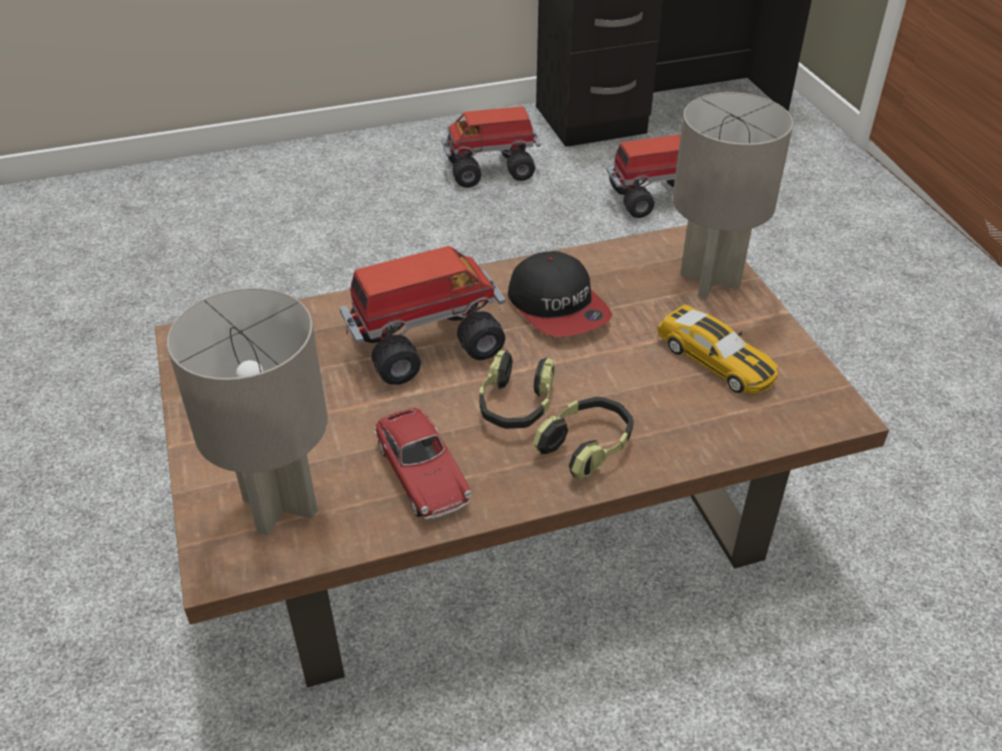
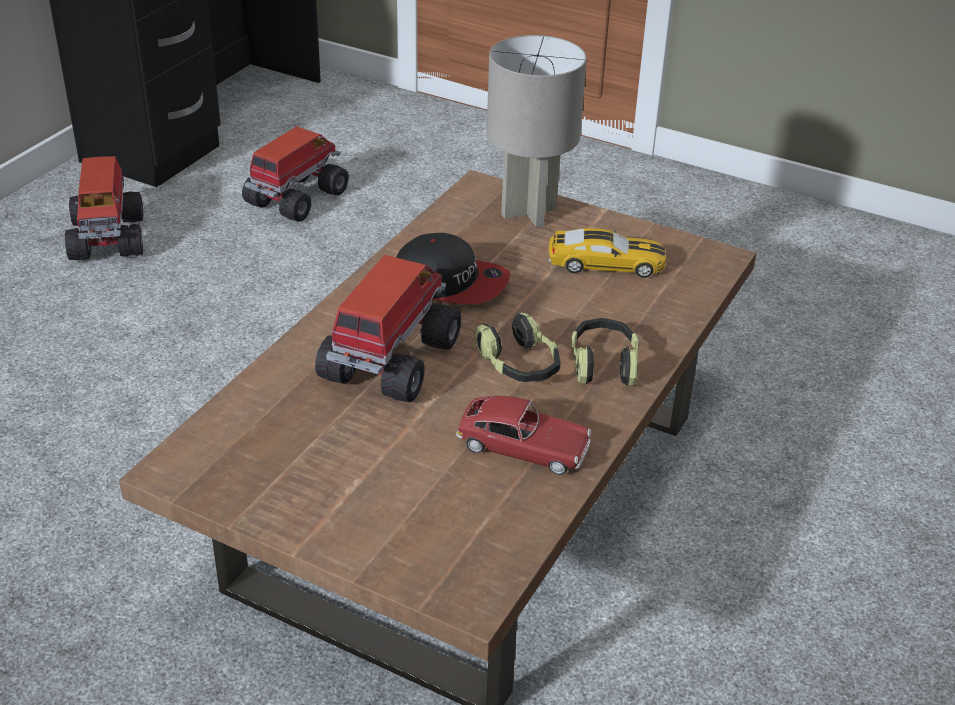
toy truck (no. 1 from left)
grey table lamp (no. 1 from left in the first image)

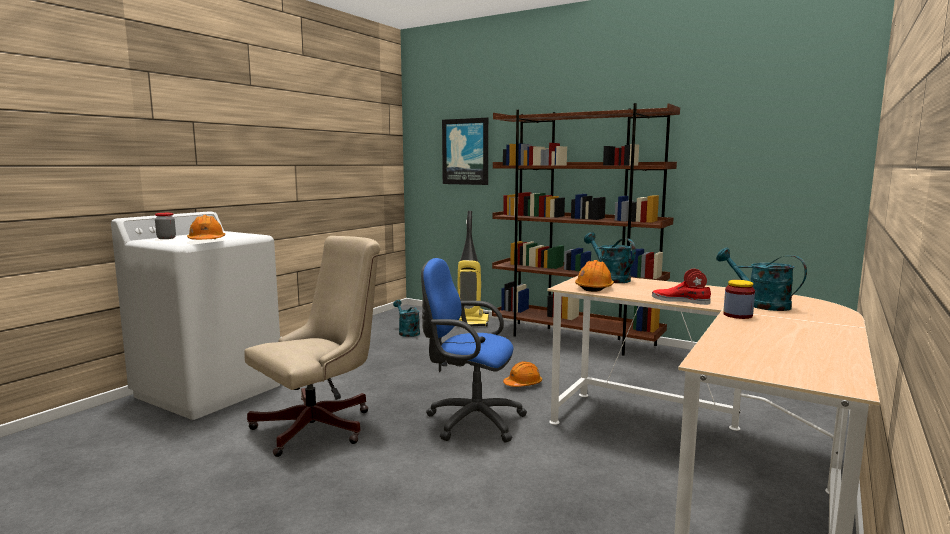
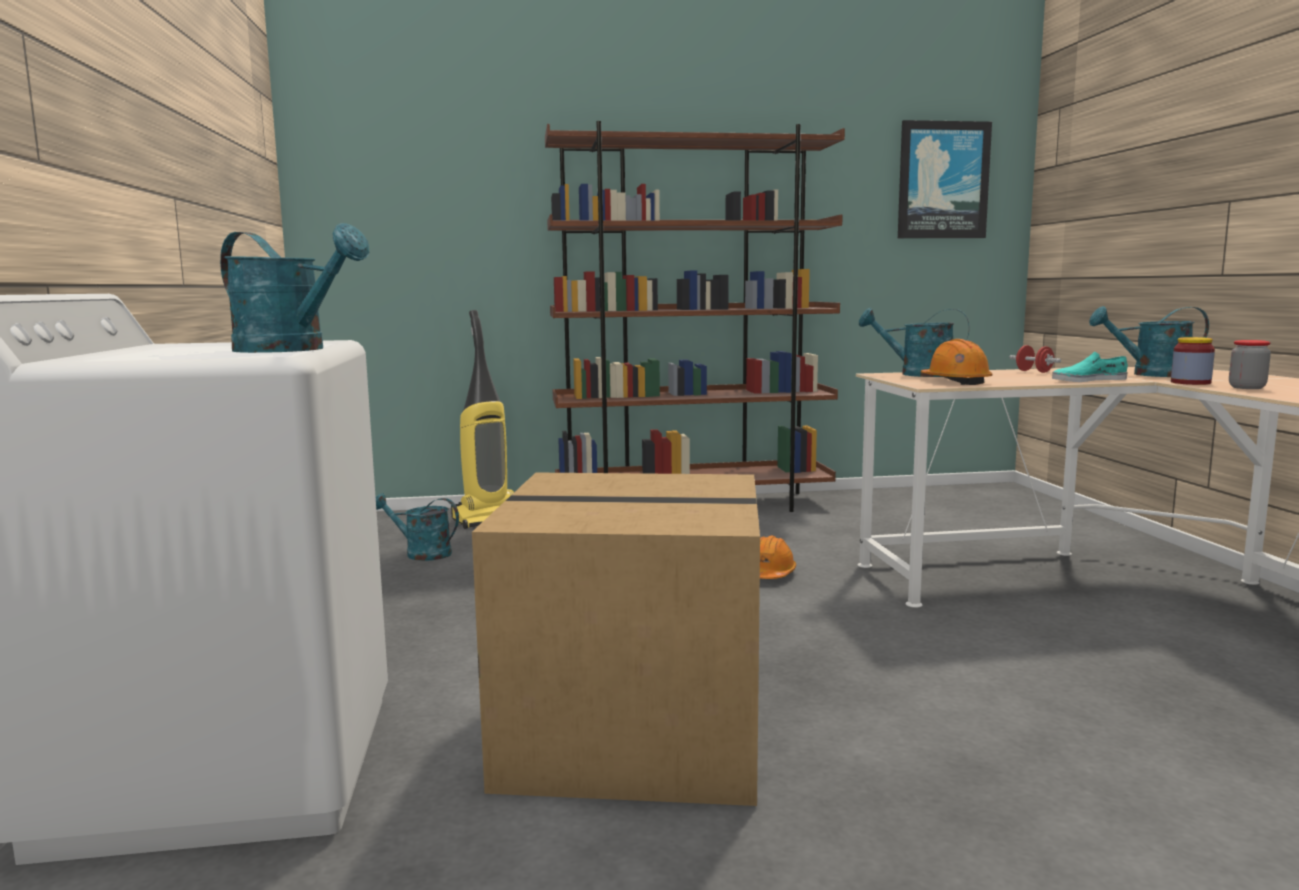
turquoise watering can (no. 1 from left)
cardboard box
picture
turquoise shoe
jar (no. 2 from left)
blue office chair

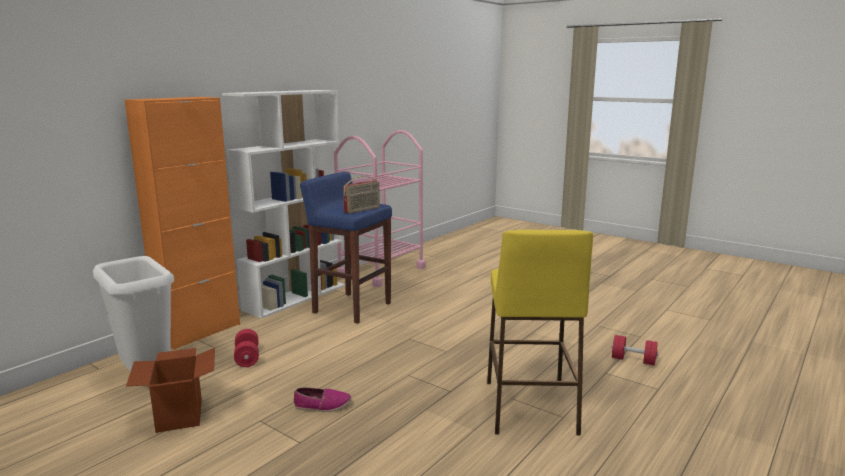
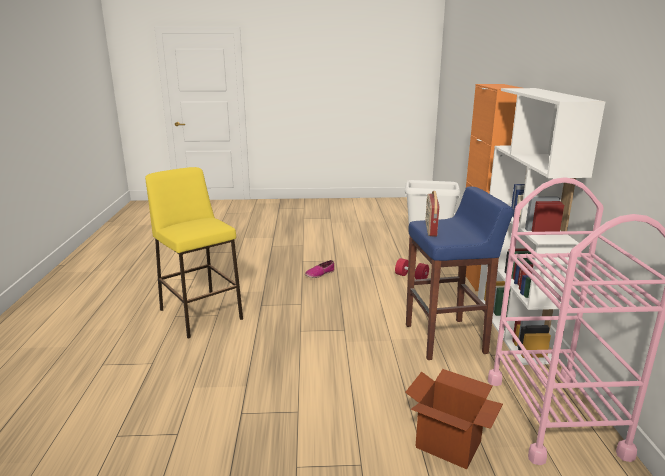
cardboard box
red dumbbell (no. 2 from left in the first image)

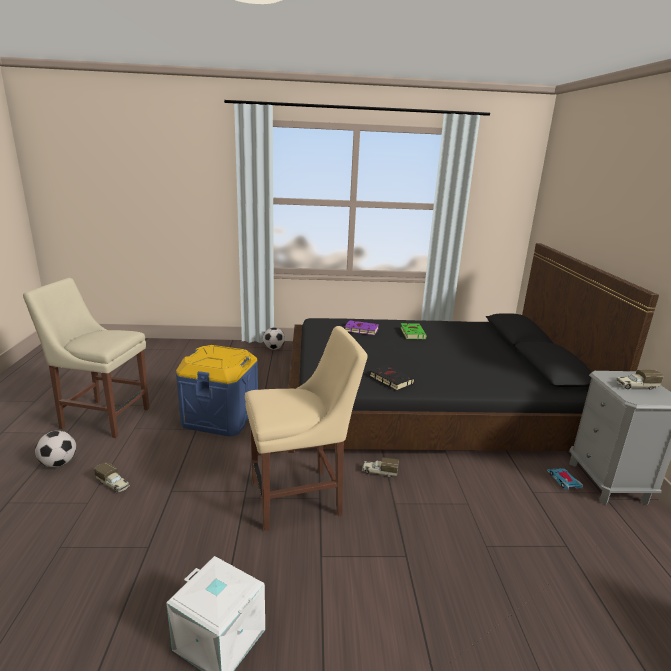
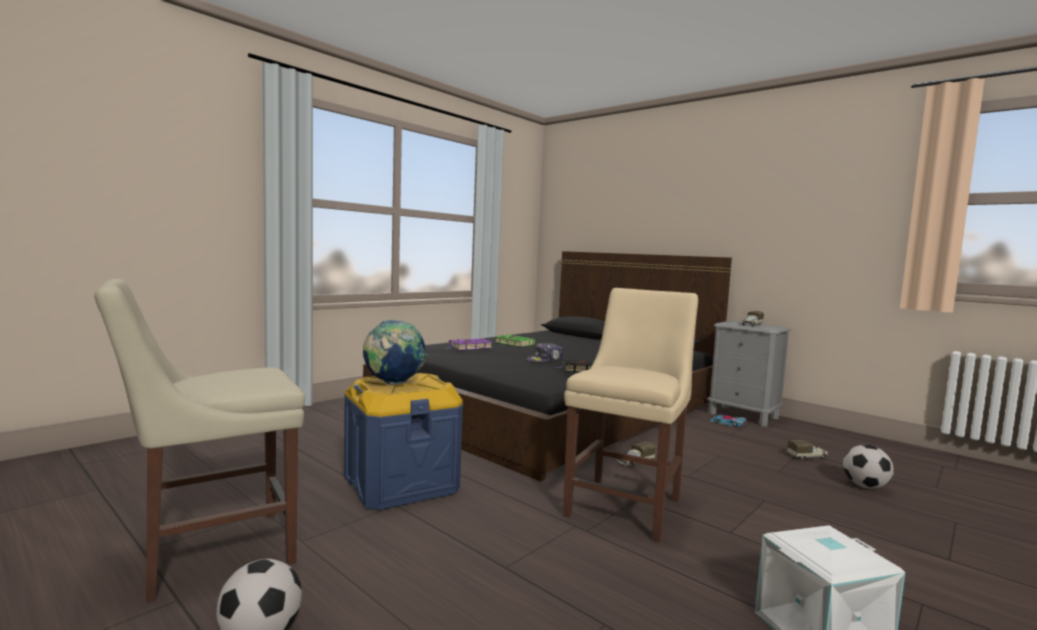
globe
cap
toy truck (no. 3 from left)
football (no. 2 from left)

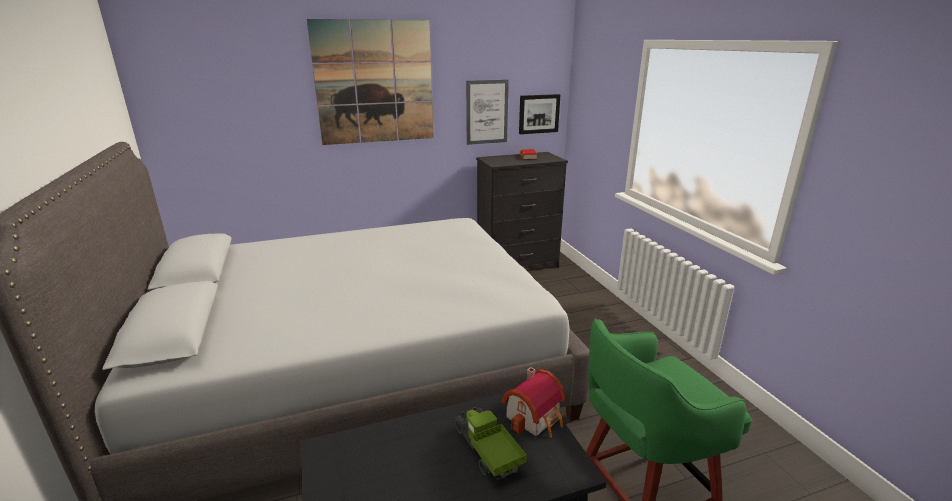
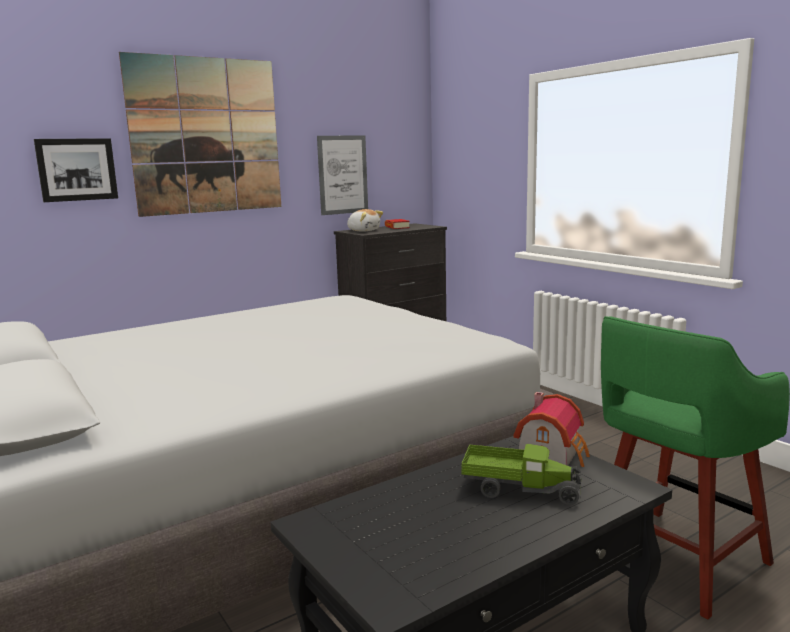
picture (no. 1 from left)
plush toy
toy truck

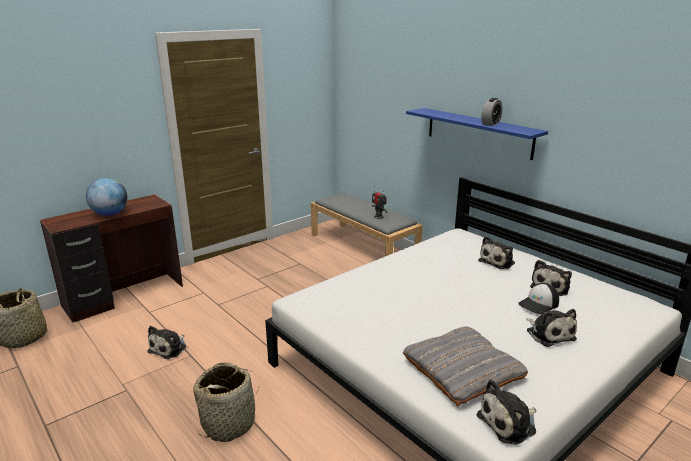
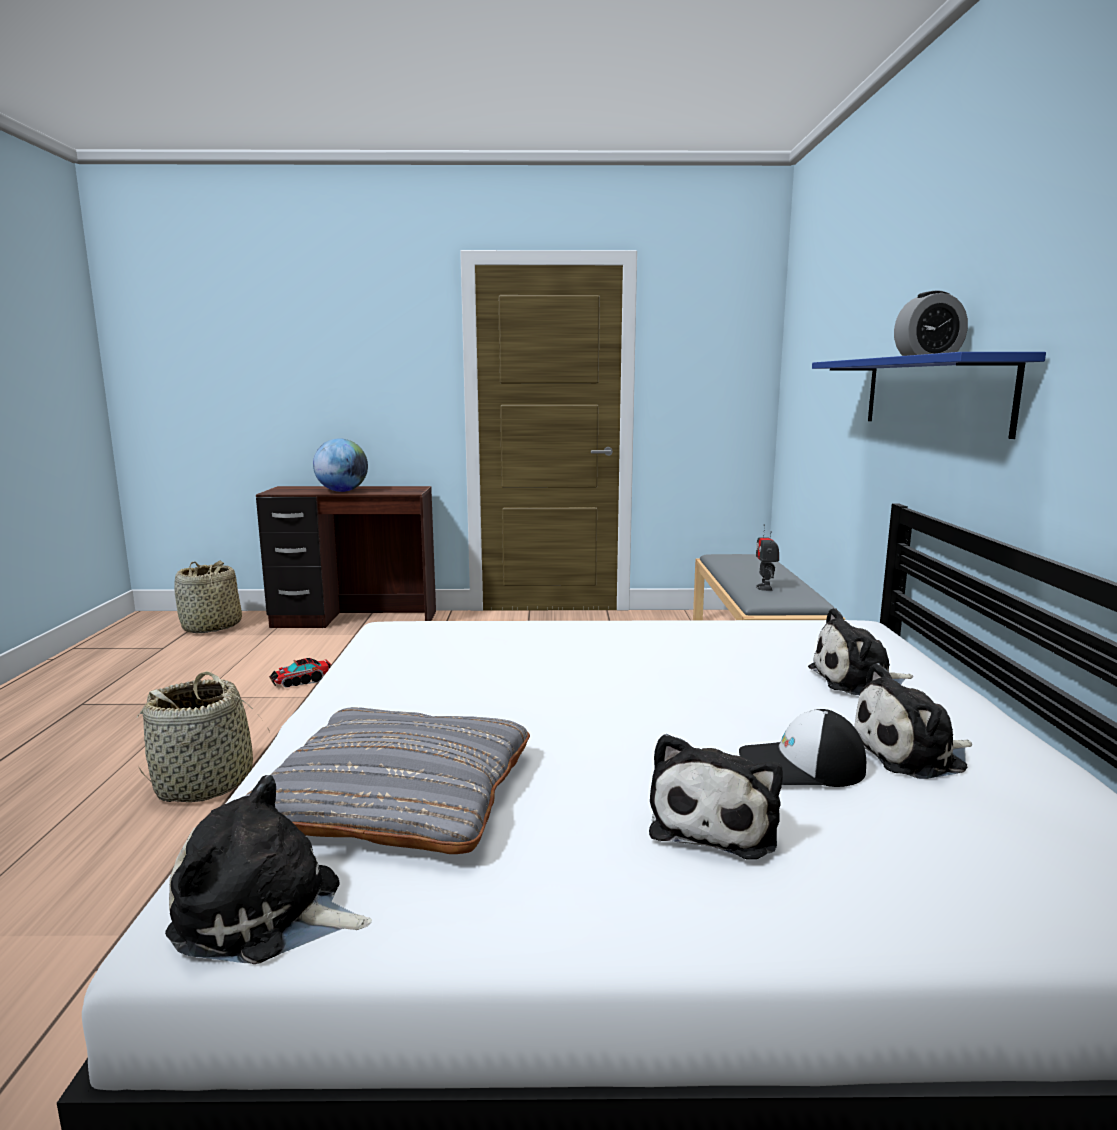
toy truck

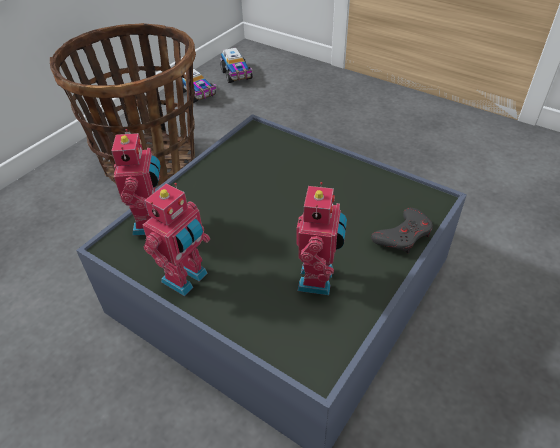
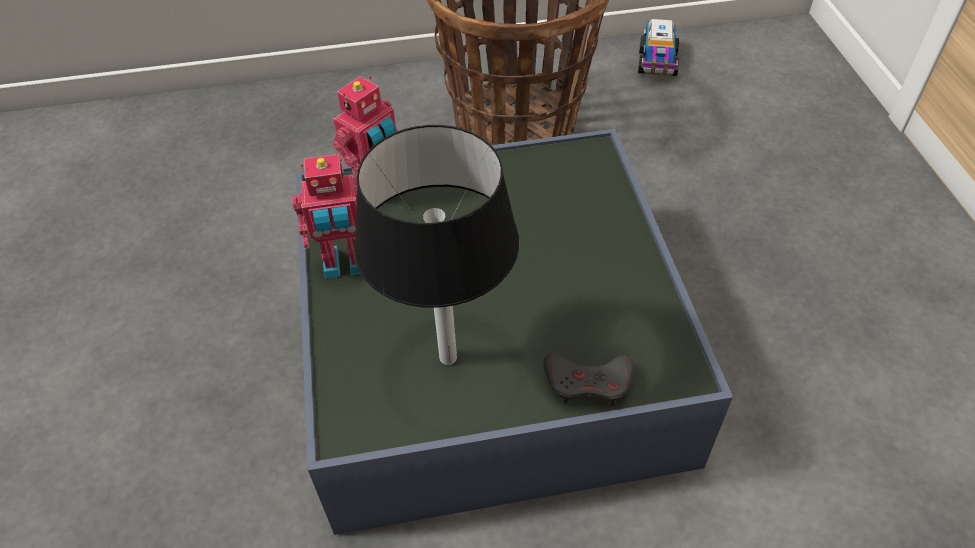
black table lamp
toy truck (no. 2 from left in the first image)

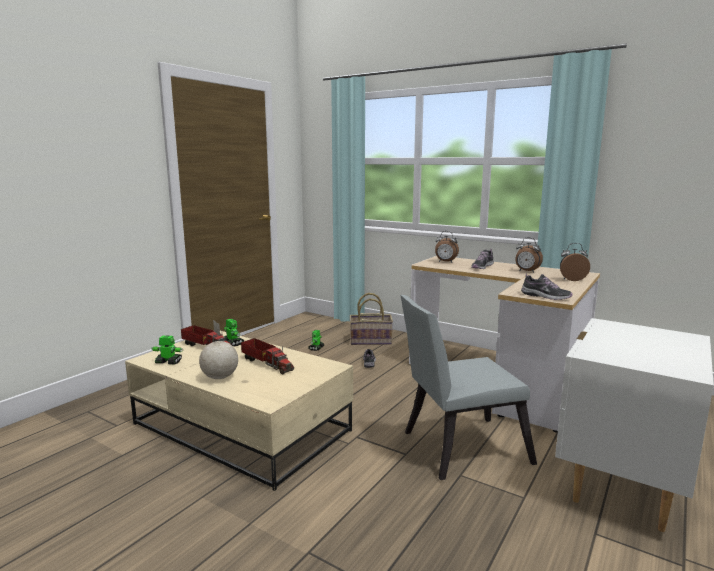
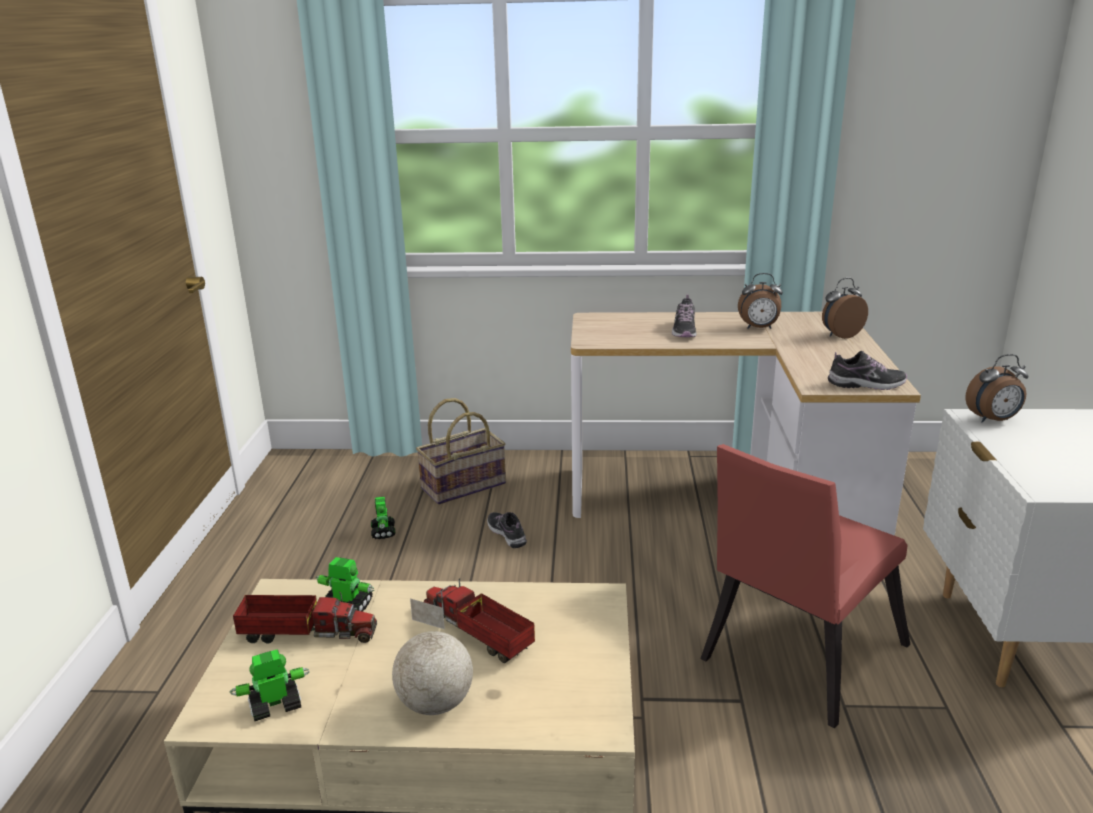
toy truck (no. 2 from left)
red chair
alarm clock (no. 3 from left)

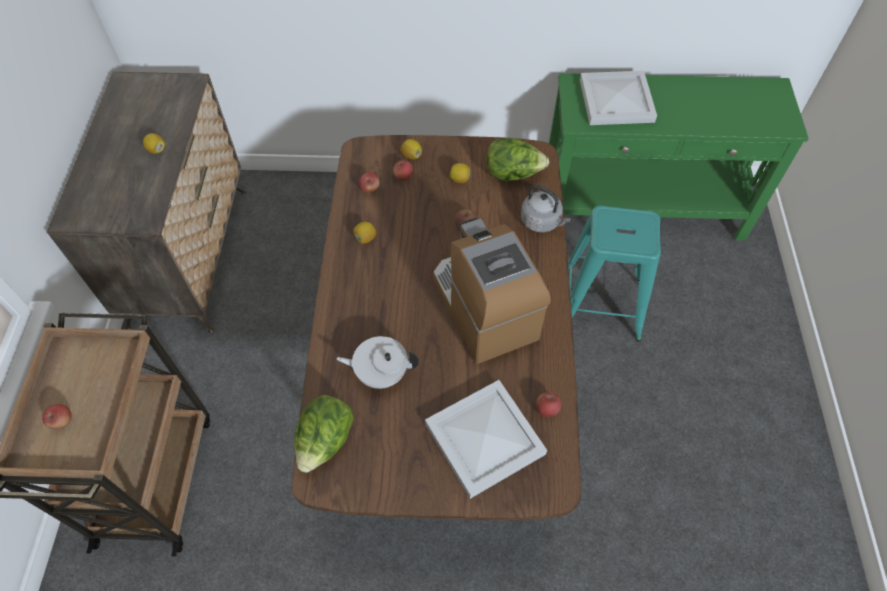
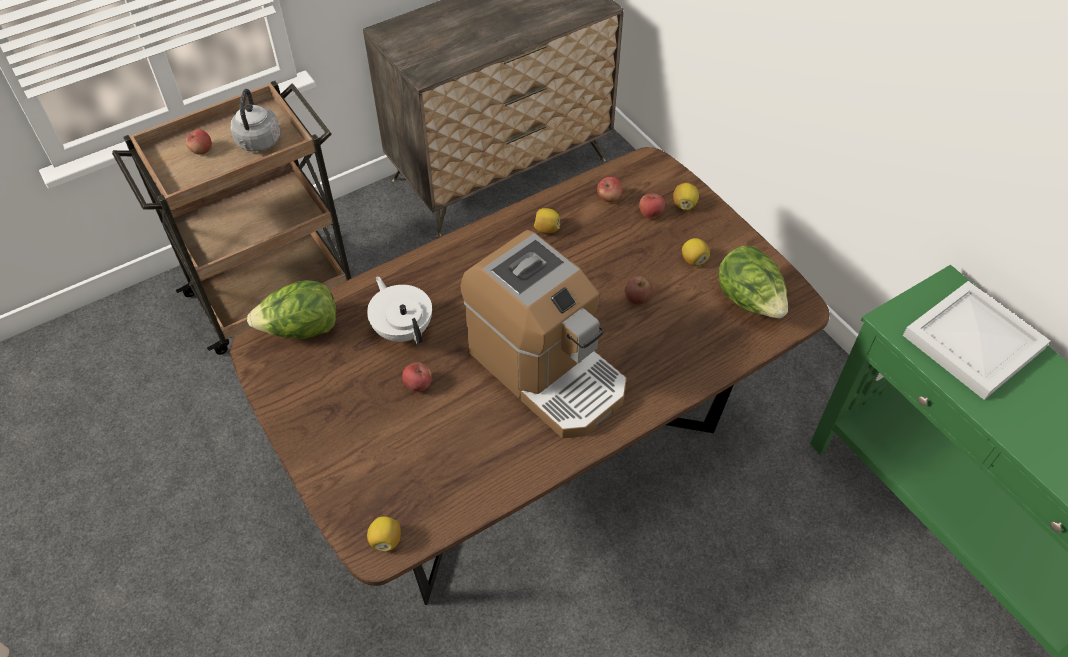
grey kettle
lemon (no. 1 from left)
apple (no. 2 from left)
coffee machine
white tray (no. 1 from left in the first image)
turquoise stool

